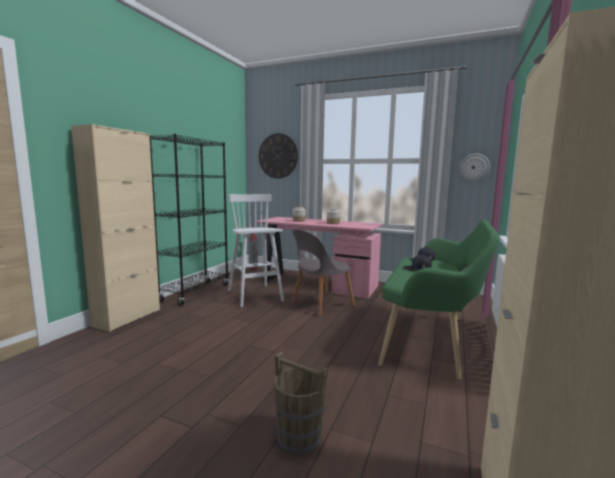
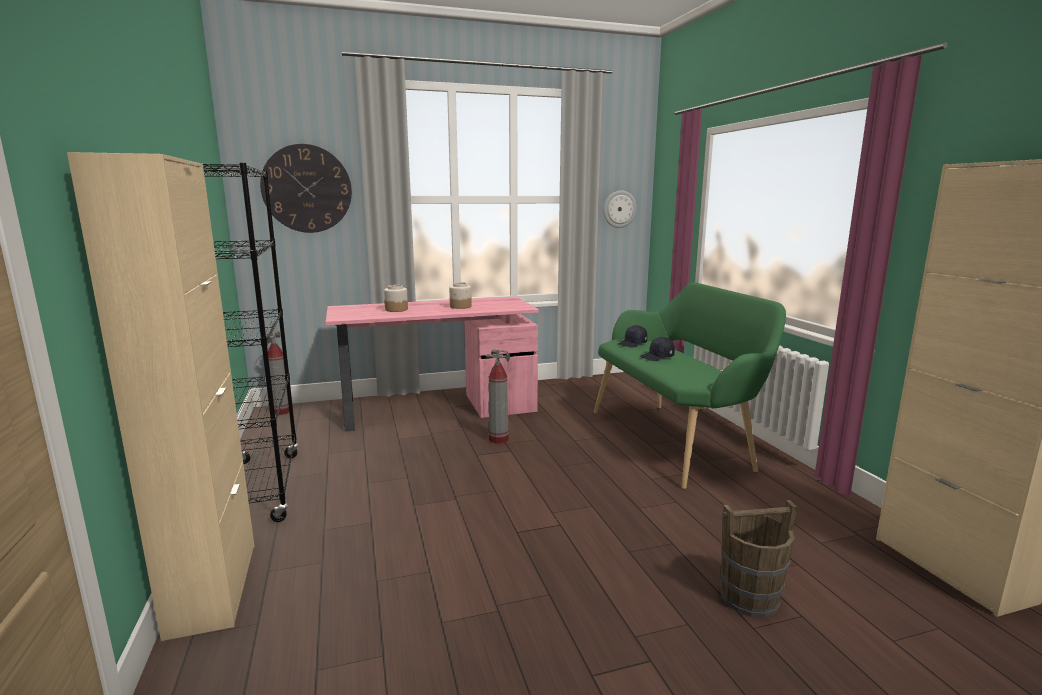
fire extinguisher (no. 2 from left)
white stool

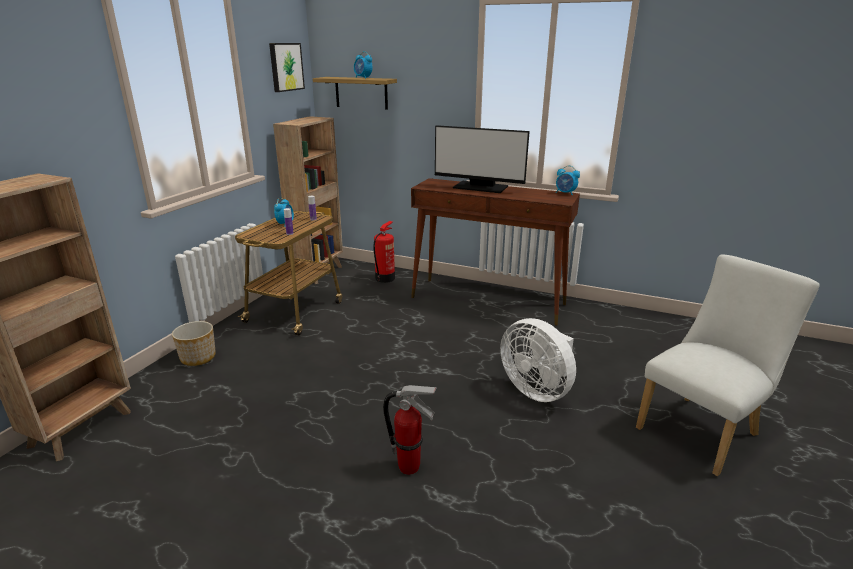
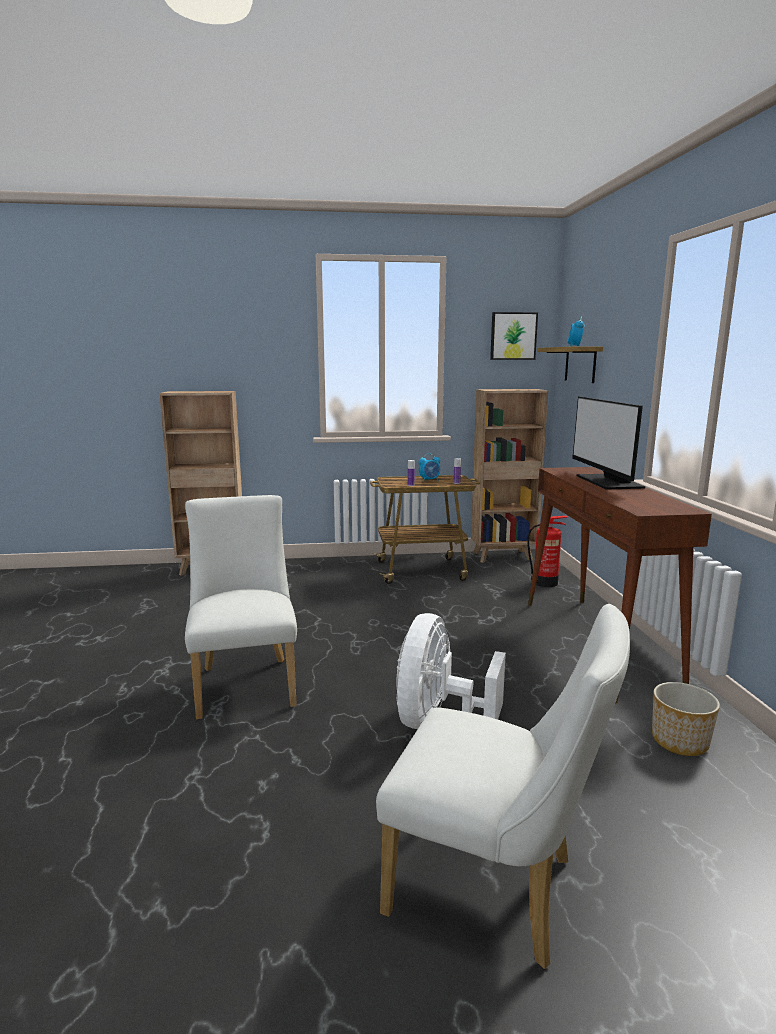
white chair (no. 1 from left)
planter
alarm clock (no. 3 from left in the first image)

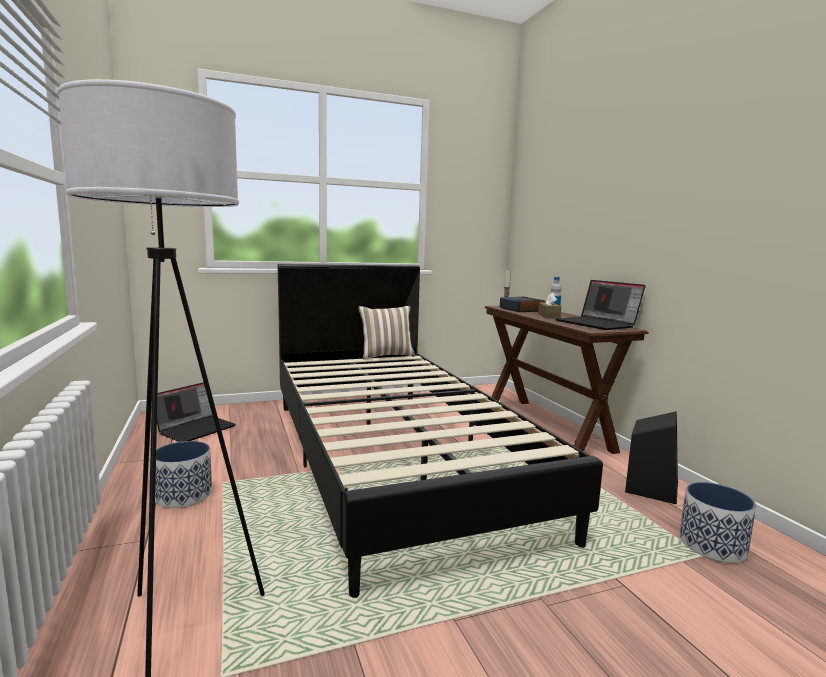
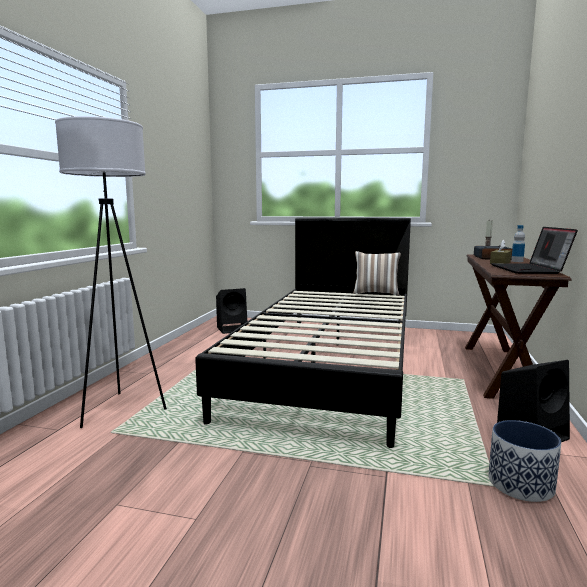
black speaker (no. 1 from left)
planter (no. 1 from left in the first image)

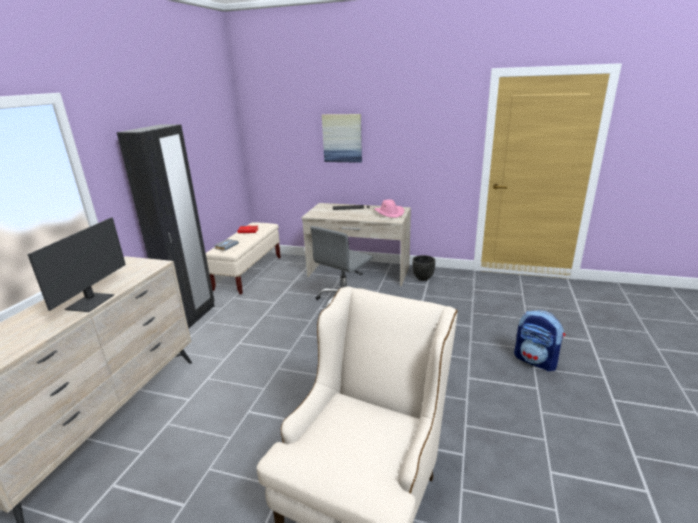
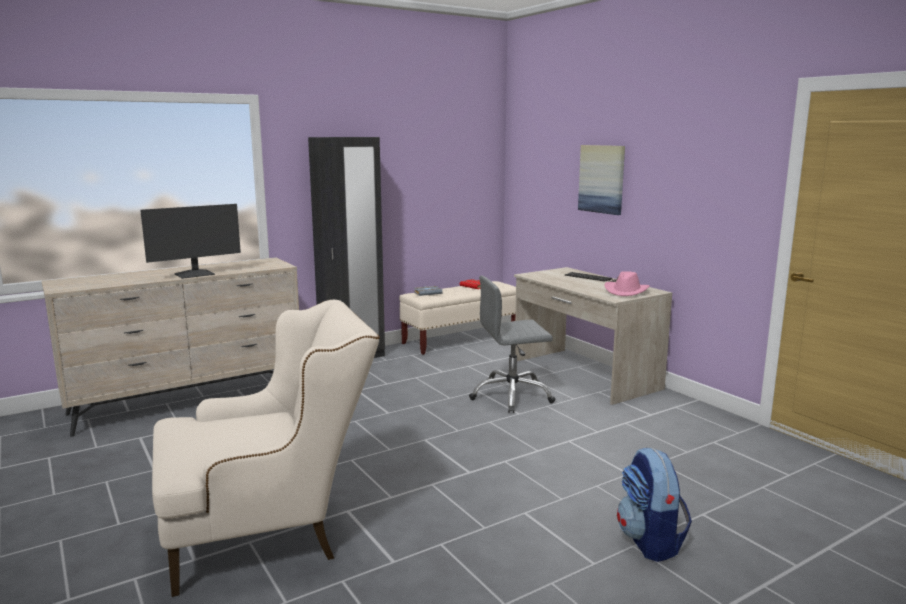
black planter

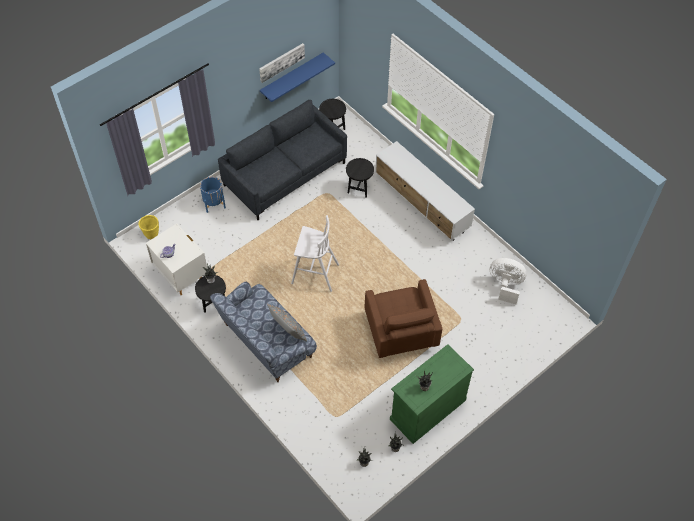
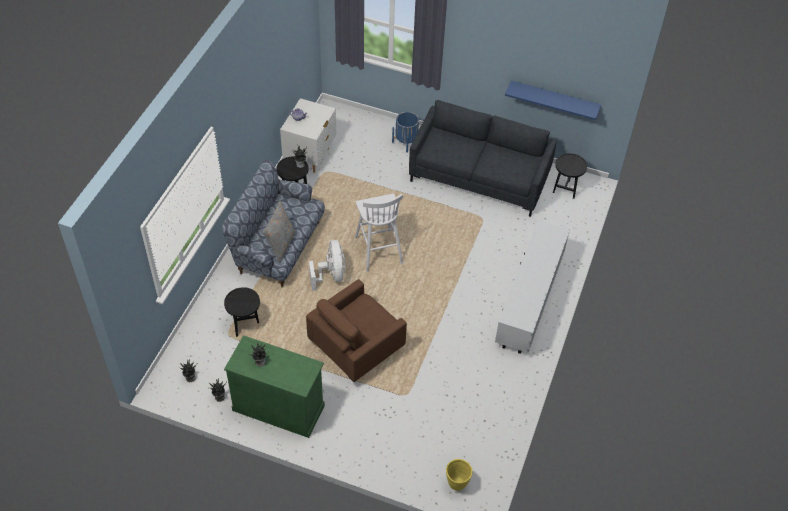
black side table (no. 1 from left)
white fan
yellow planter
picture

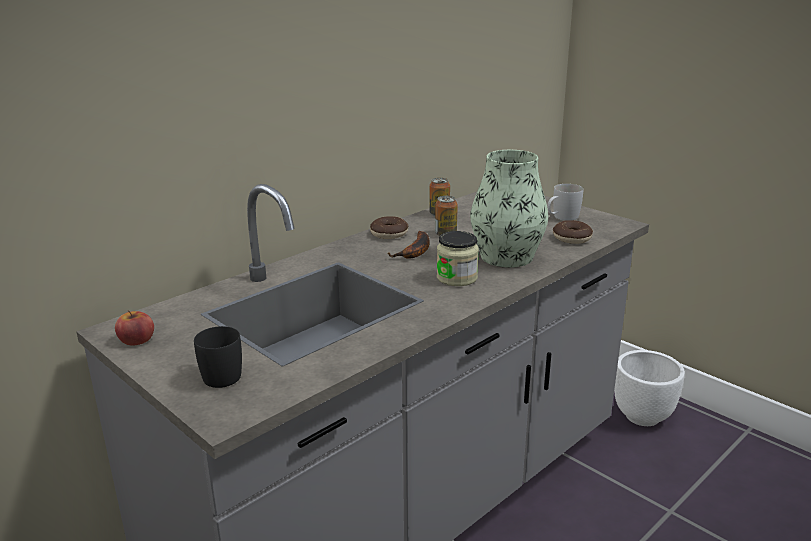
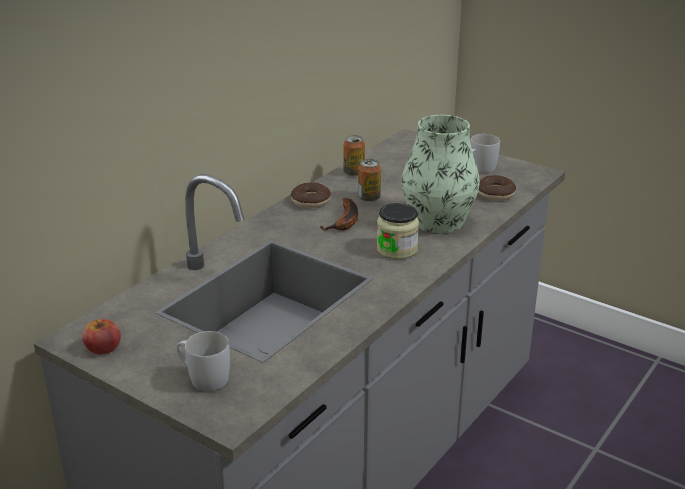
white mug (no. 1 from left)
white planter

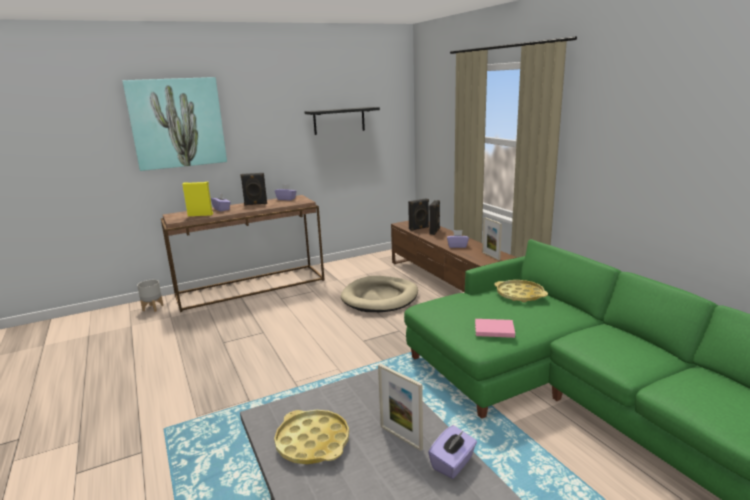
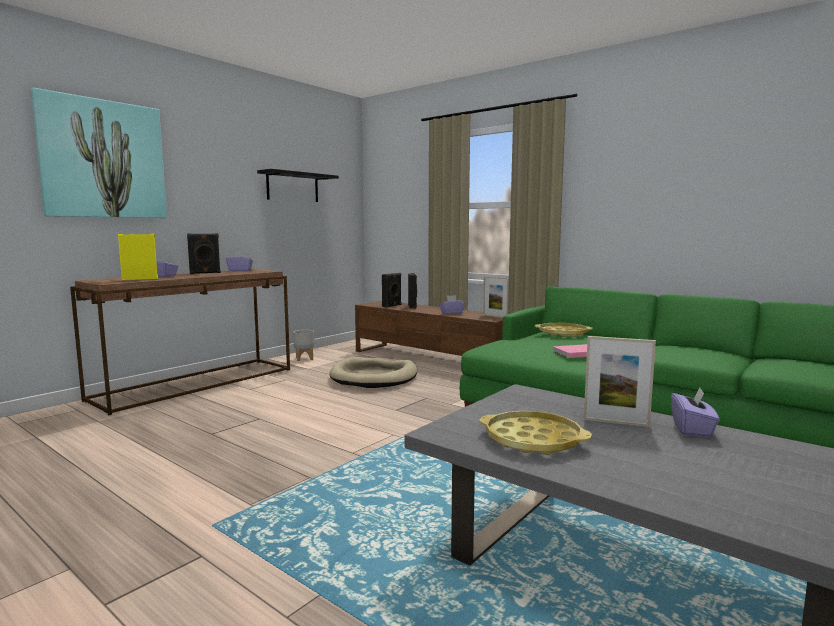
grey planter

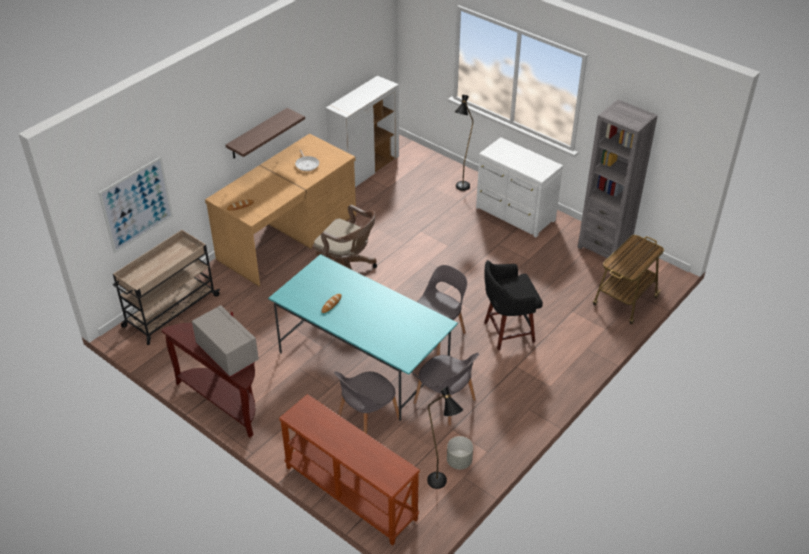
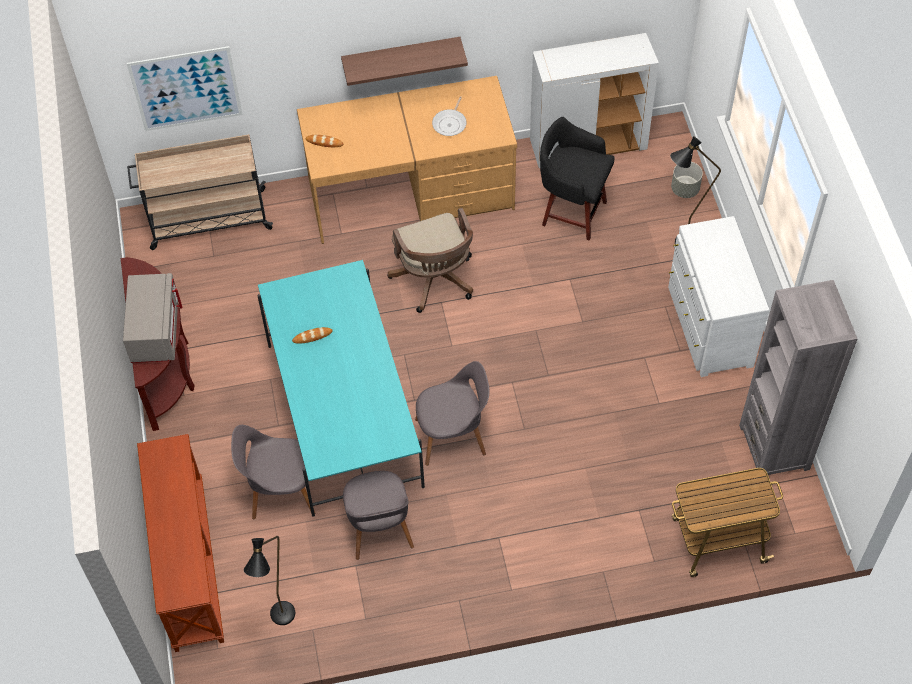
black stool
grey planter

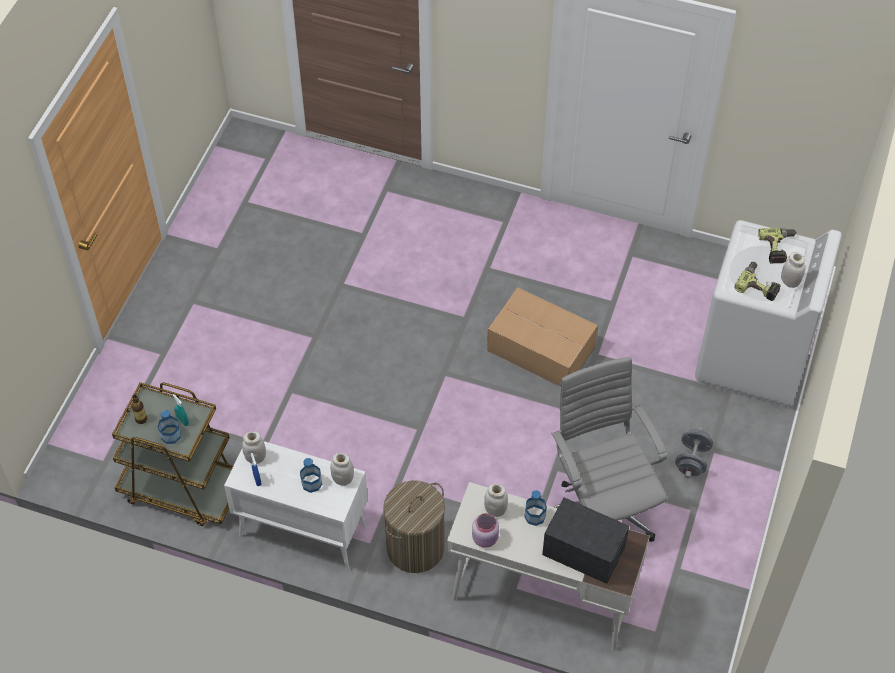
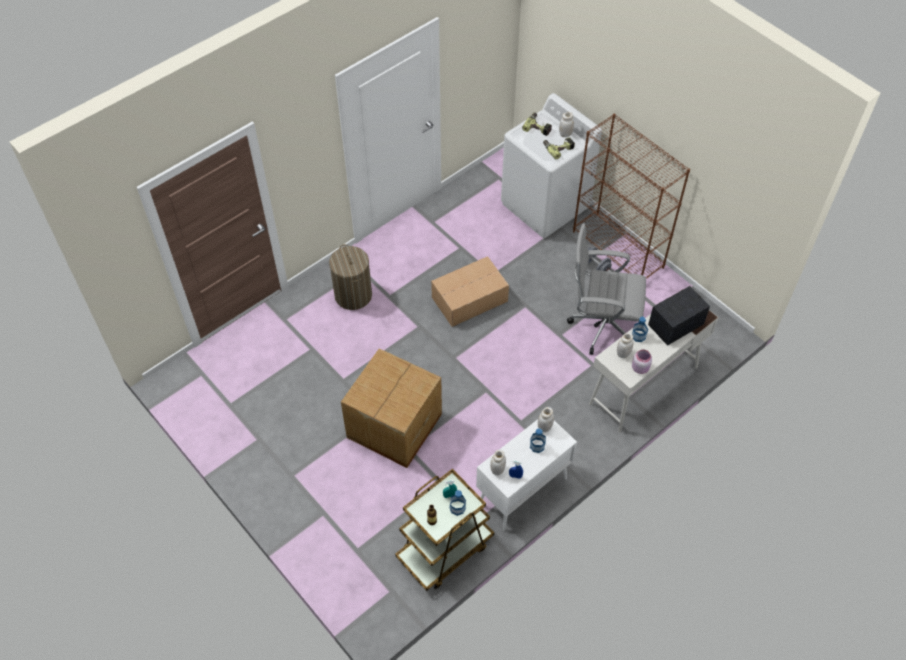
laundry basket
cardboard box (no. 1 from left)
brown bookcase

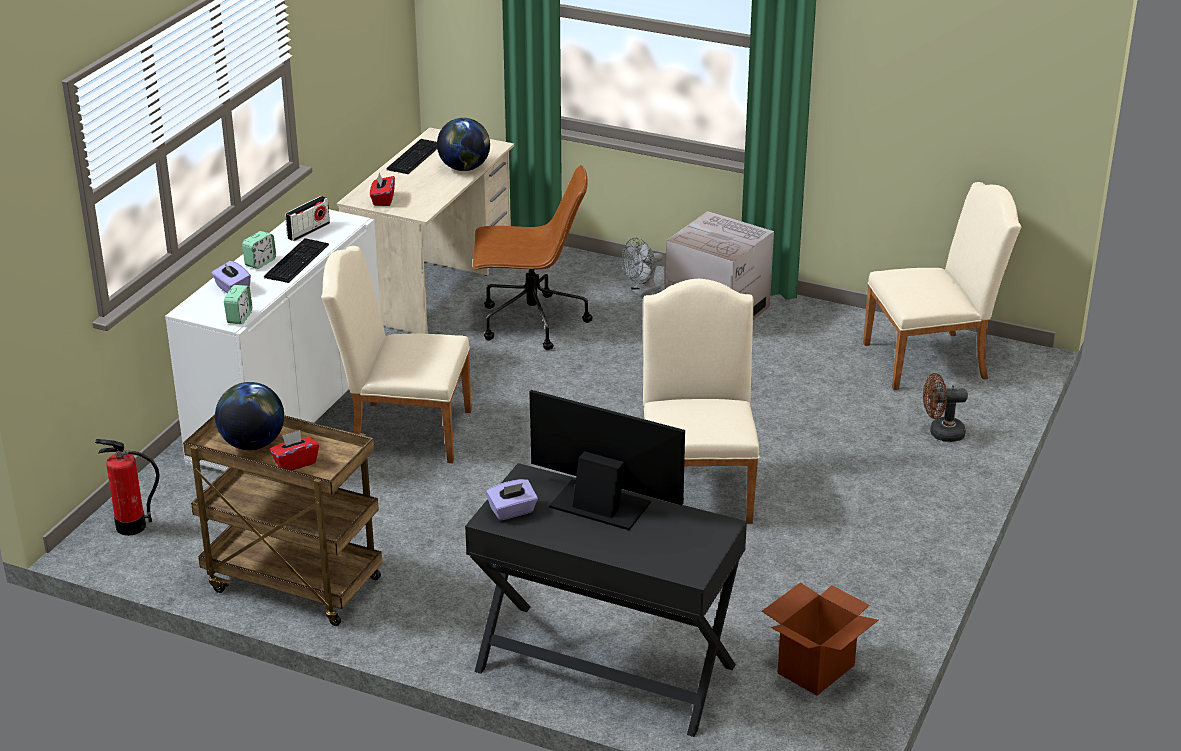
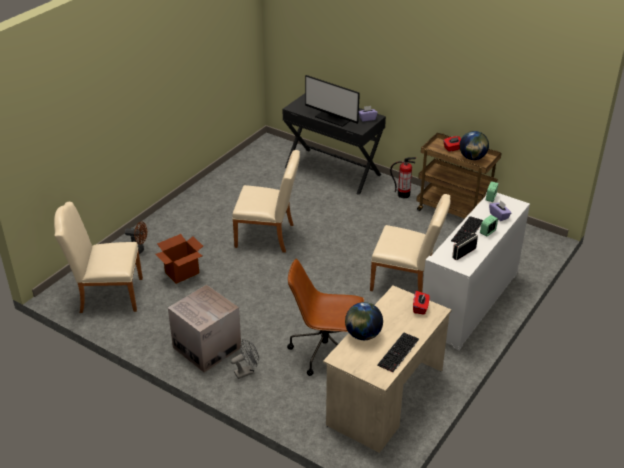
cardboard box (no. 1 from left)
beige chair (no. 2 from left)
fire extinguisher

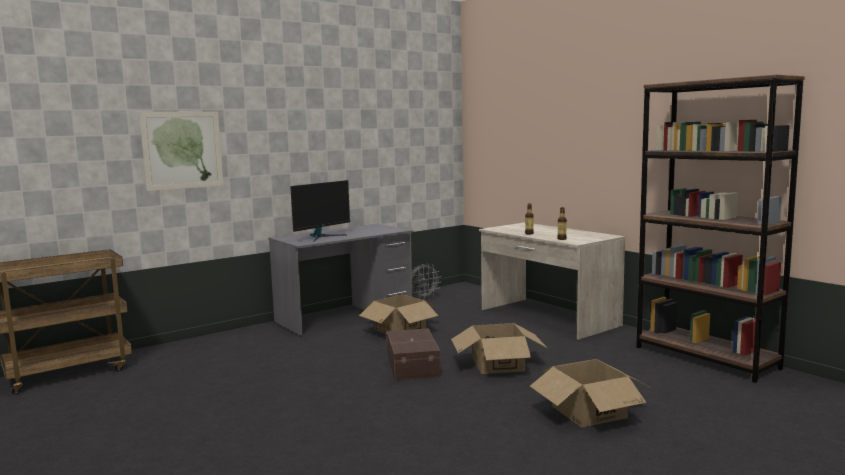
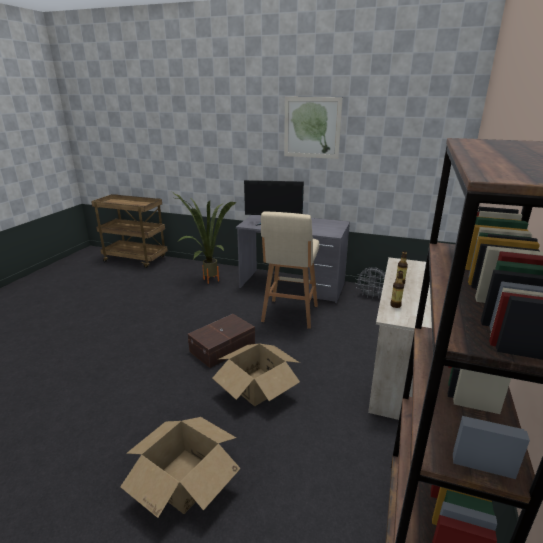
potted plant
beige stool
picture

